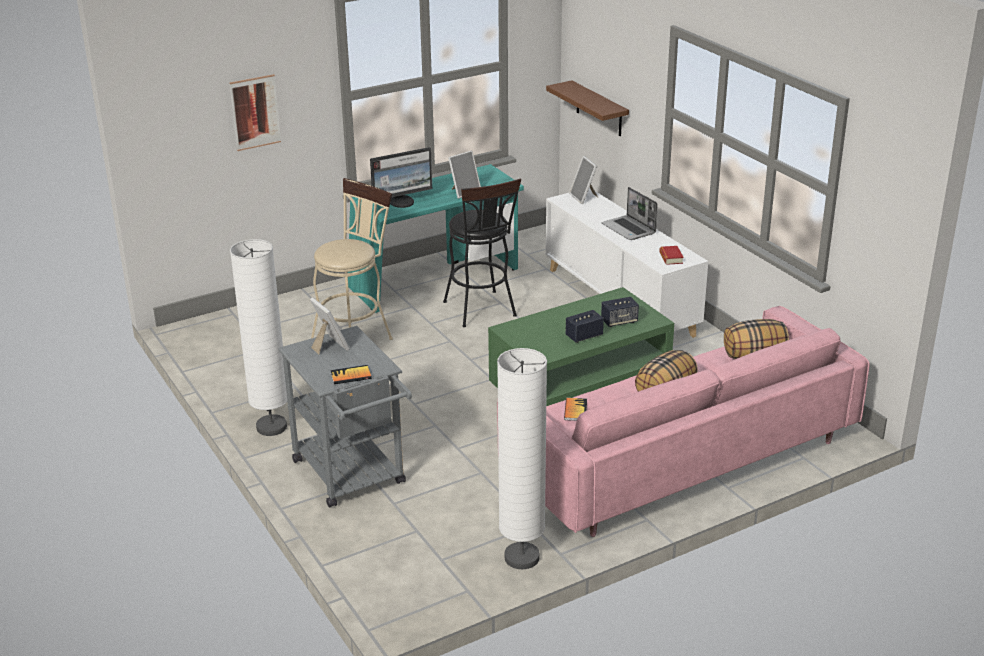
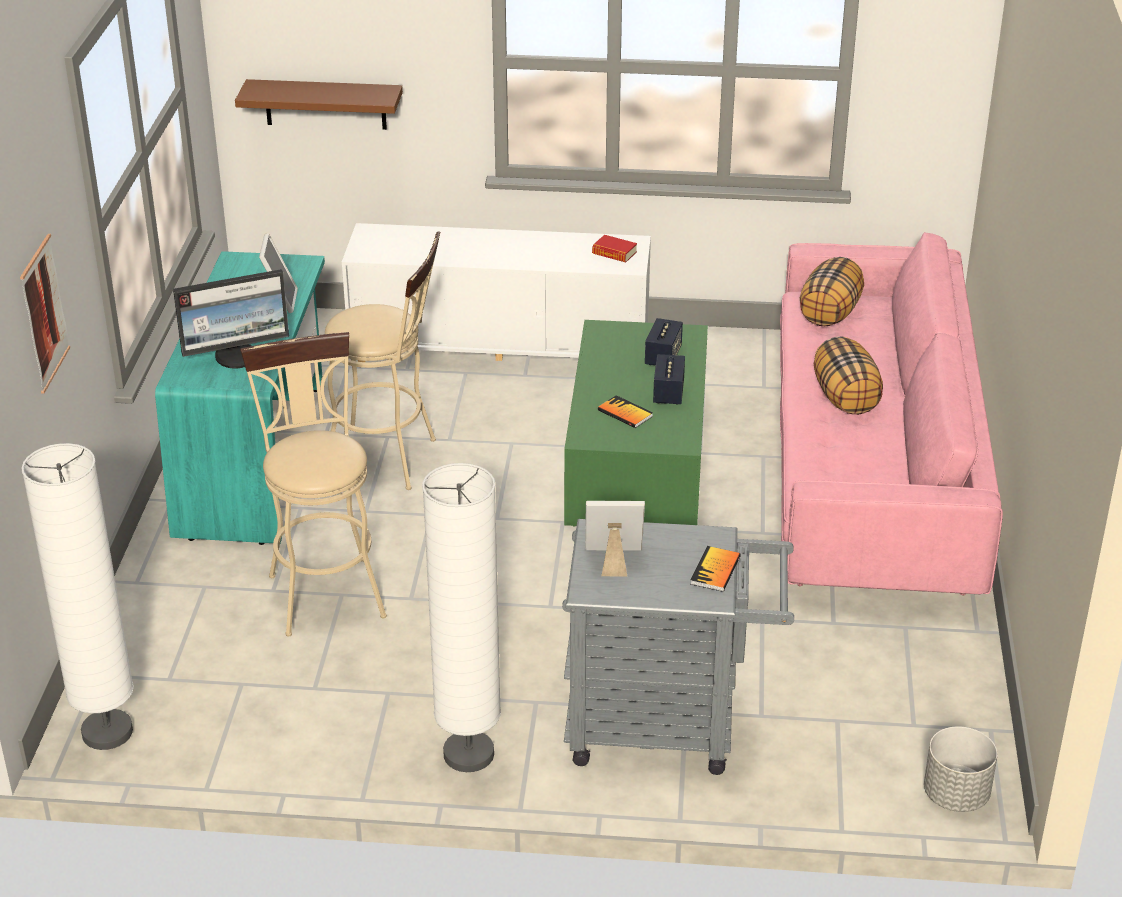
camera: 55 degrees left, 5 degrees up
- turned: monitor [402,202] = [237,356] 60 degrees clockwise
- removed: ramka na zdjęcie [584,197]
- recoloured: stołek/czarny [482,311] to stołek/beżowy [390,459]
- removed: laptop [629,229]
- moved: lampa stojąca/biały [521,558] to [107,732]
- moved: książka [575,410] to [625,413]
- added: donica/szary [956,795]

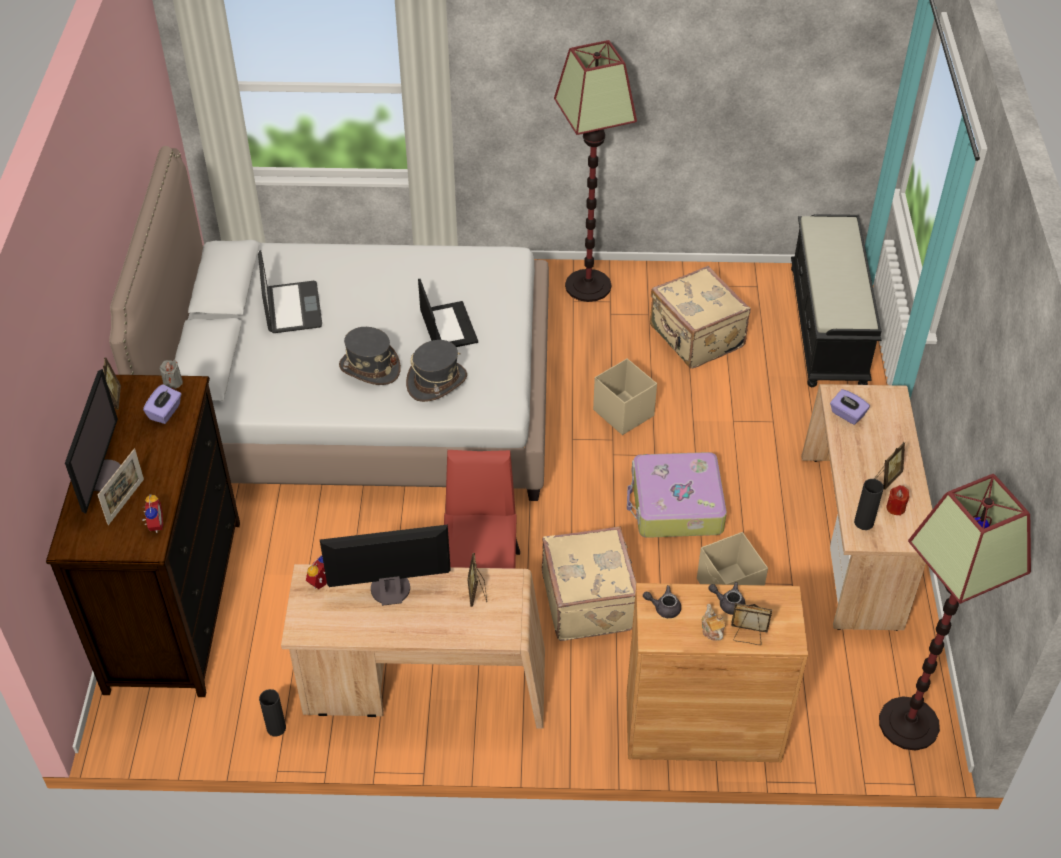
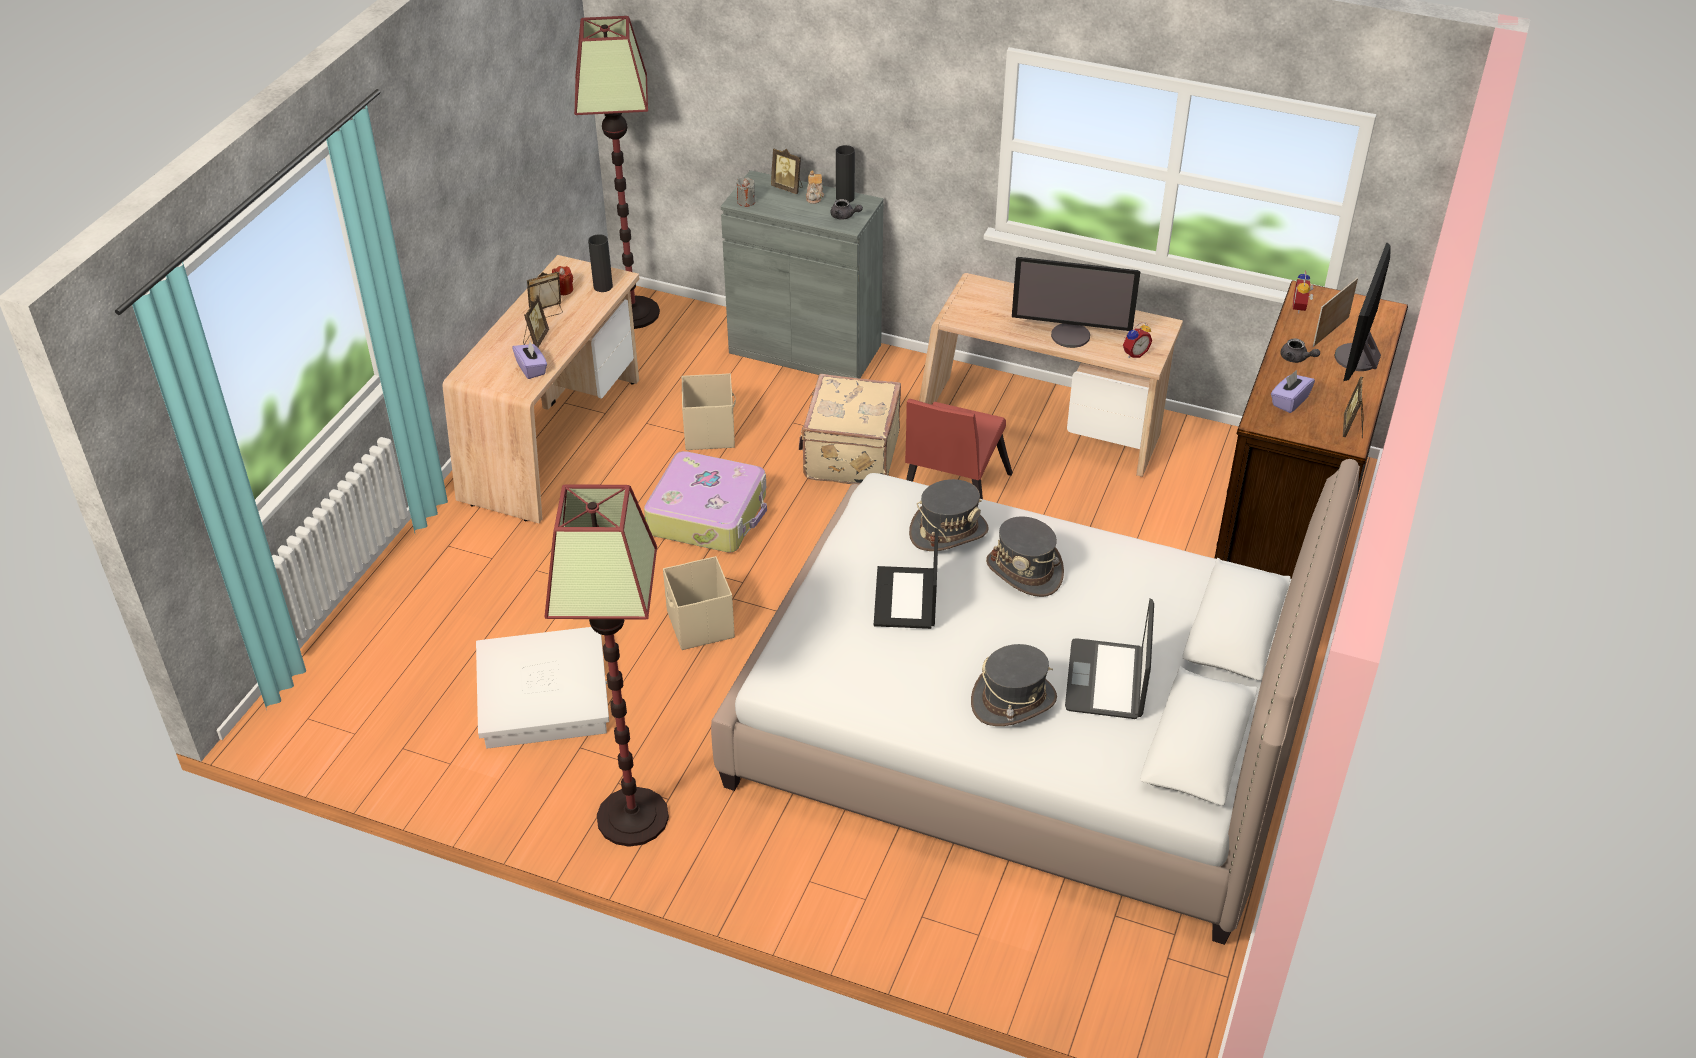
camera: 160 degrees left, 5 degrees down
- removed: ławka/czarny [829,327]
- replaced: walizka/beżowy [695,338] to pojemnik do przechowywania/biały [544,696]
- moved: świeca/szary [173,382] to [746,201]
- moved: ramka na zdjęcie [477,593] to [535,340]
- moved: imbryk/szary [728,603] to [1296,359]
- recoloured: szafka/brązowy [702,727] to szafka/szary [805,349]
- moved: wazon/czarny [276,728] to [845,198]
- added: kapelusz/szary [1013,701]

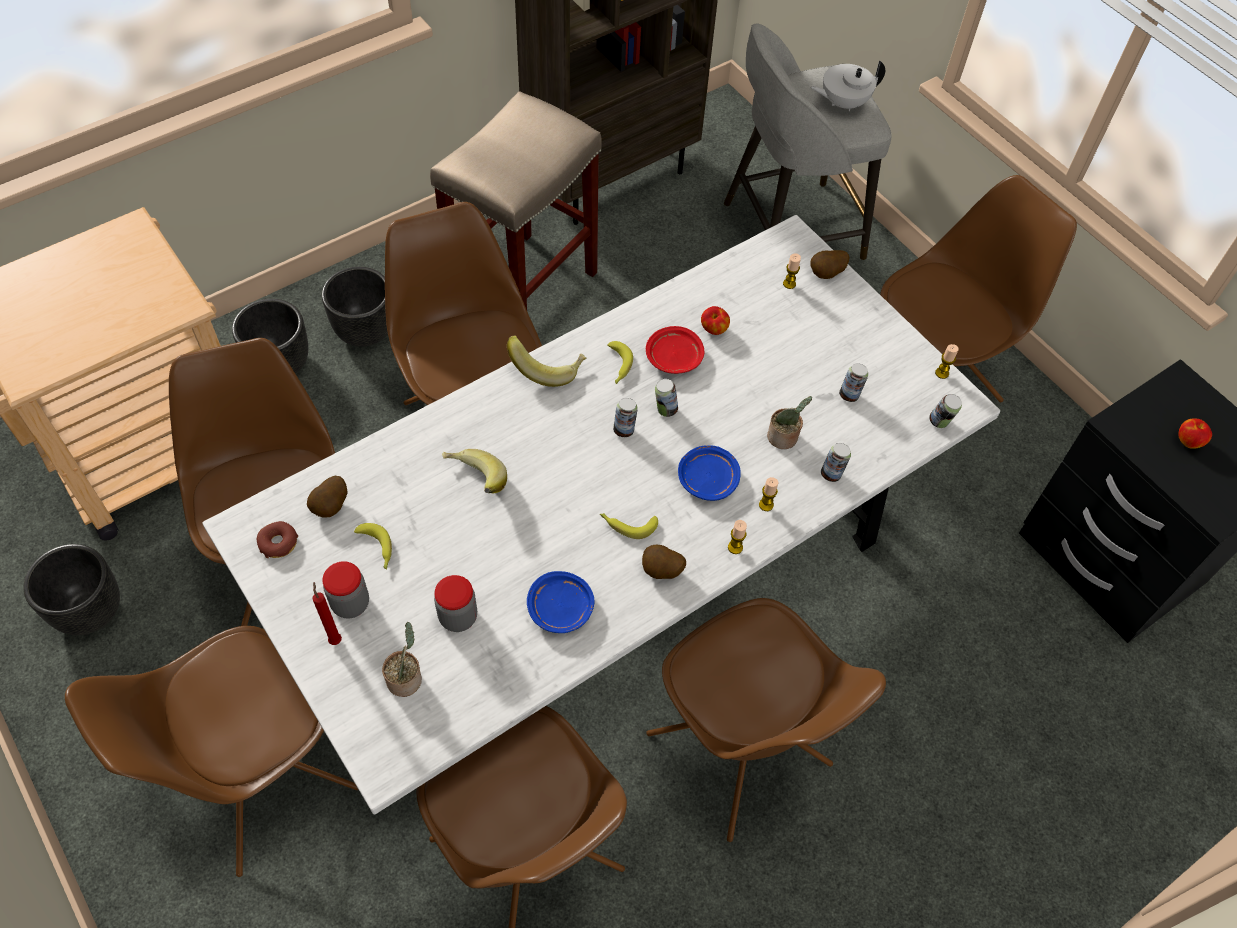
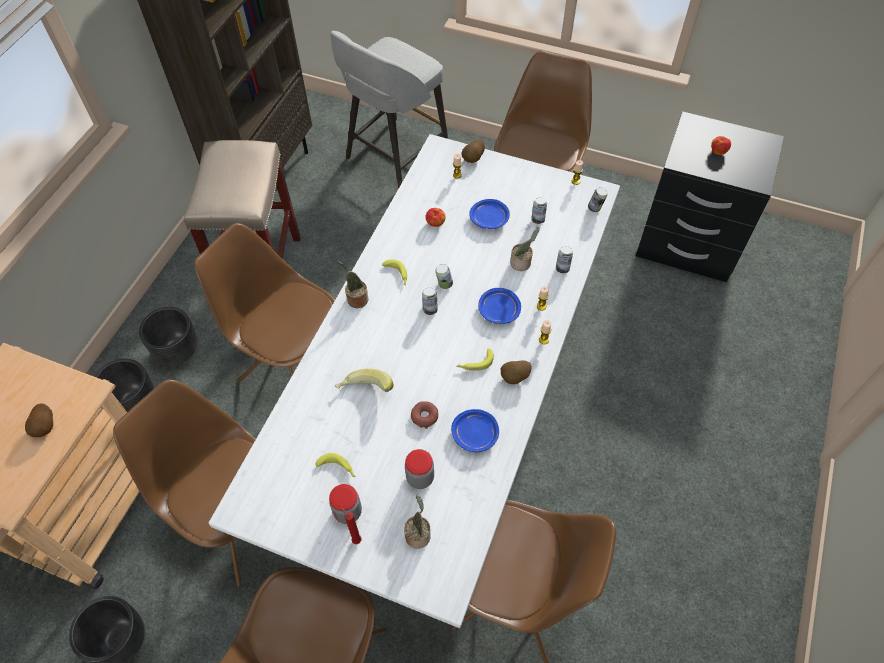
camera: 30 degrees left, 0 degrees up
- removed: imbryk/biały [843,103]
- removed: talerz/czerwony [674,358]
- replaced: banan [547,368] to roślina doniczkowa [356,299]
- moved: ziemniak [331,507] to [46,427]
- moved: donut [278,543] to [424,416]
- removed: krzesło/brązowy [740,752]
- added: talerz/niebieski [489,219]

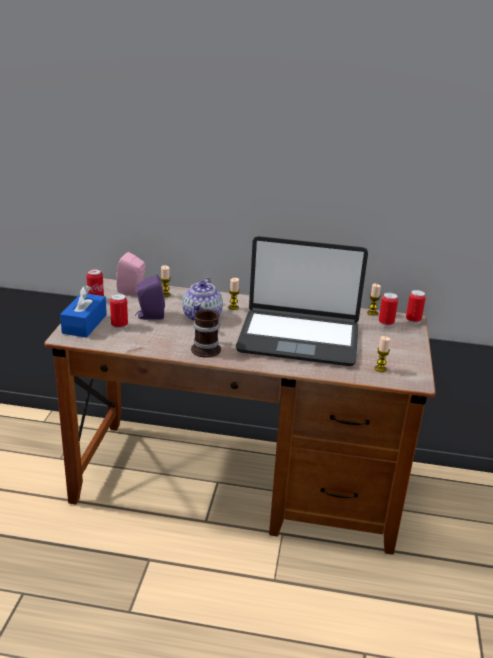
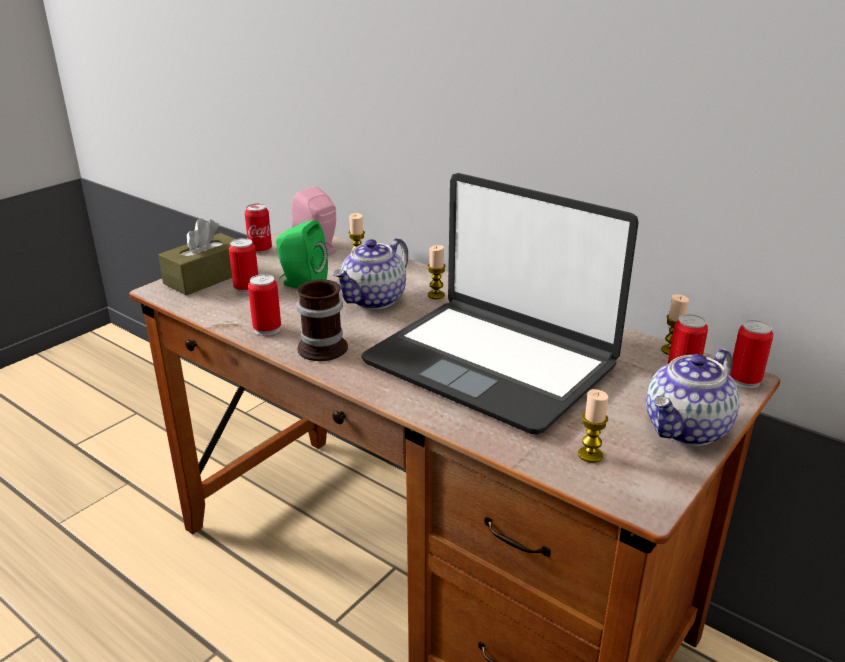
camera: 30 degrees right, 0 degrees up
- recoloured: głośnik/fioletowy [149,316] to głośnik/zielony [301,284]
- recoloured: pudełko chusteczek/niebieski [84,324] to pudełko chusteczek/brązowy [206,278]
- added: puszka [267,329]
- added: imbryk [687,429]

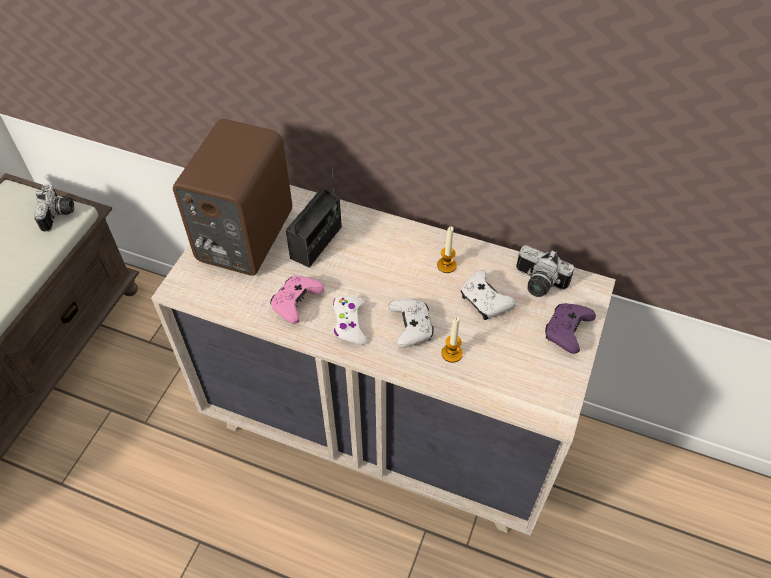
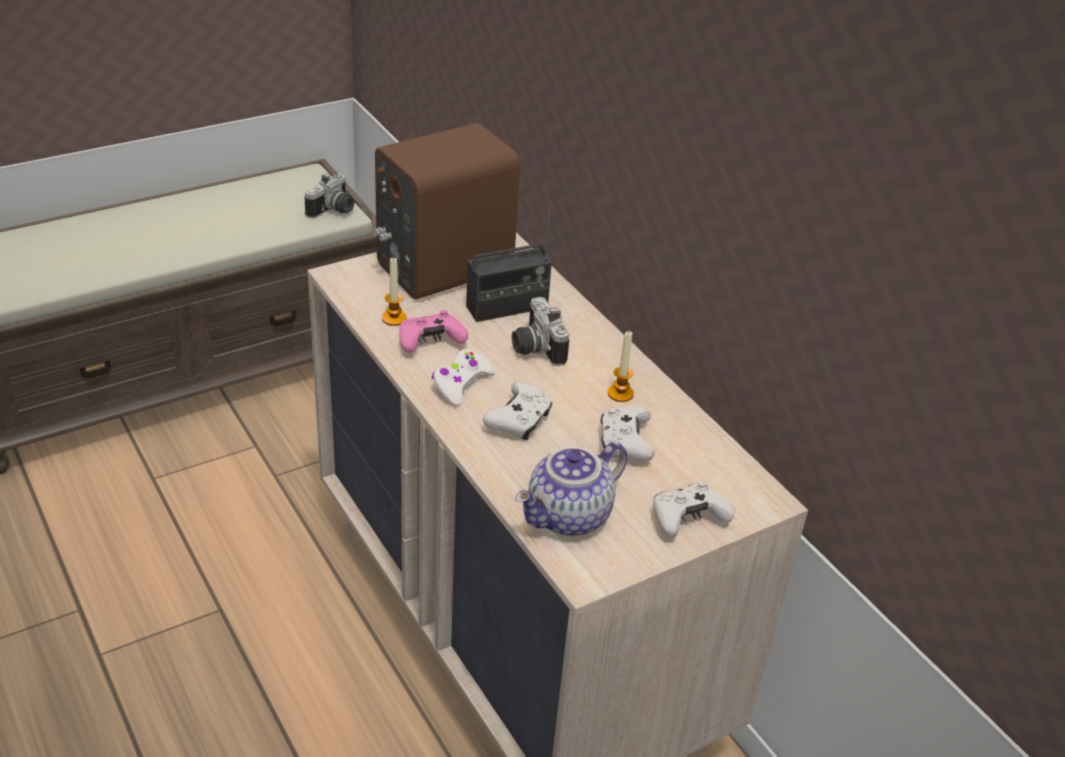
camera: 35 degrees right, 15 degrees down
- moved: aparat fotograficzny [537,284] to [534,348]
- recoloured: pad do gier/fioletowy [566,331] to pad do gier/biały [687,519]
- moved: świeca [452,353] to [394,318]
- added: imbryk [569,518]

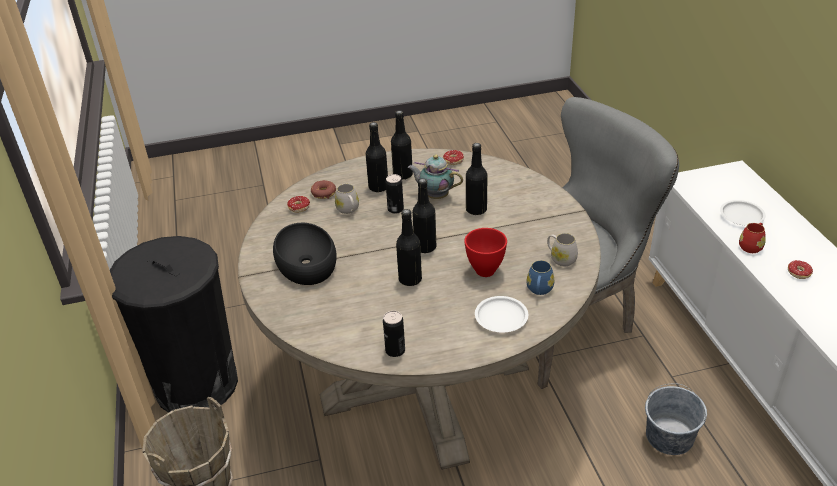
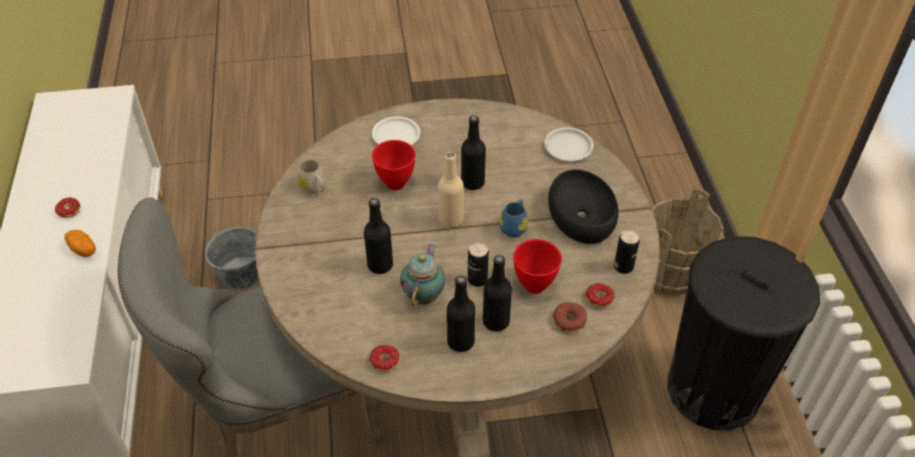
camera: 175 degrees left, 10 degrees up
- turned: imbryk [435,196] = [424,295] 105 degrees counterclockwise
- recoloured: butelka/czarny [425,247] to butelka/beżowy [451,219]
- replaced: kubek/biały [348,210] to miska/czerwony [535,286]
- moved: talerz/biały [741,215] to [568,147]
- replaced: kubek/czerwony [751,246] to ziemniak [83,249]
- moved: kubek/niebieski [539,290] to [514,226]
- moved: puszka [395,350] to [623,266]

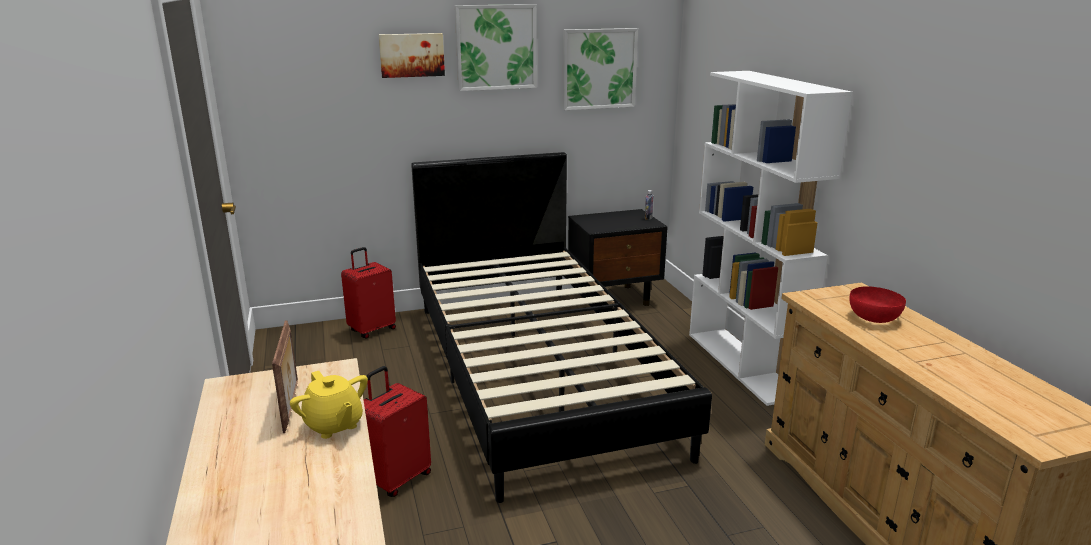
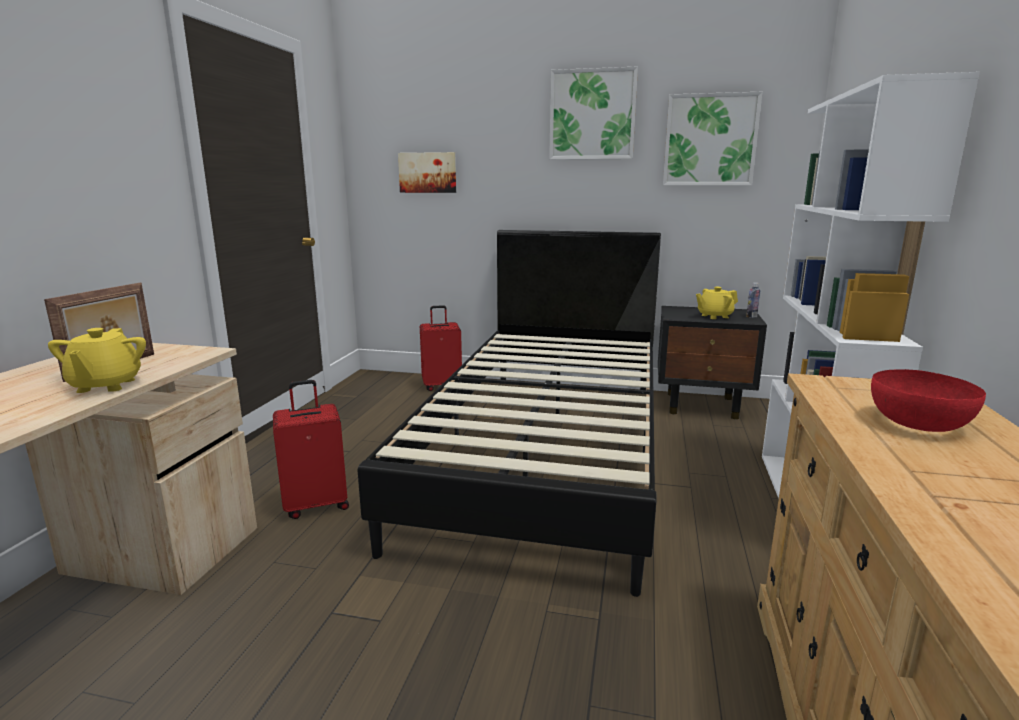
camera: 30 degrees right, 5 degrees down
- moved: obraz [411,55] to [428,172]
- added: imbryk/żółty [714,316]

